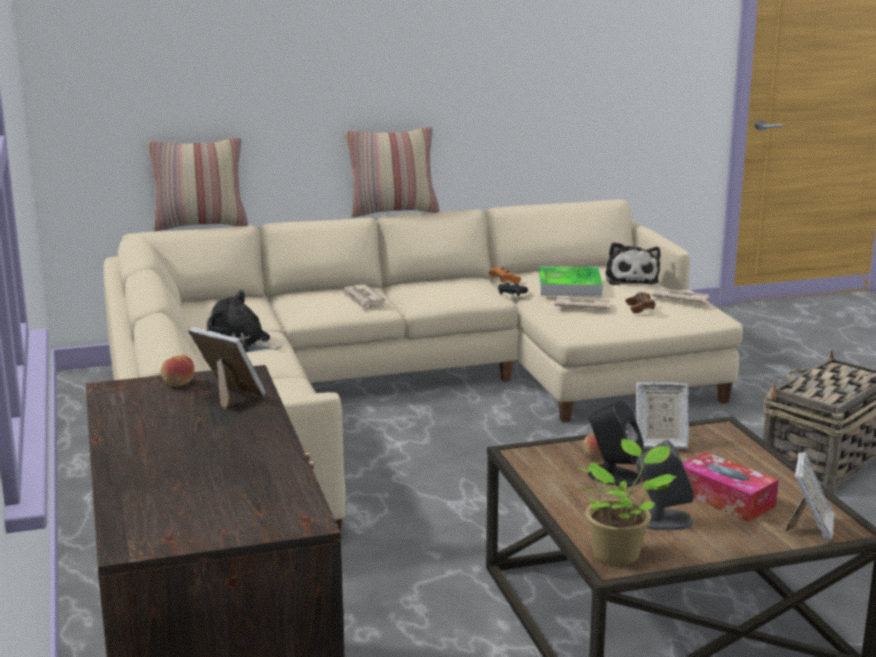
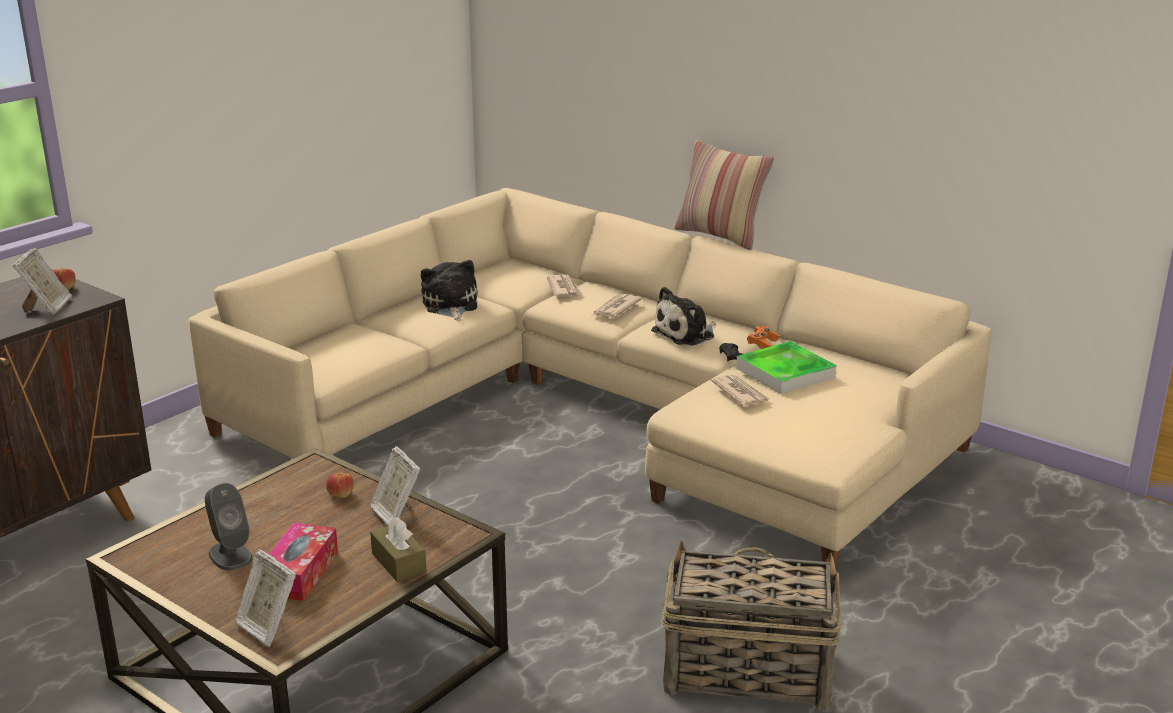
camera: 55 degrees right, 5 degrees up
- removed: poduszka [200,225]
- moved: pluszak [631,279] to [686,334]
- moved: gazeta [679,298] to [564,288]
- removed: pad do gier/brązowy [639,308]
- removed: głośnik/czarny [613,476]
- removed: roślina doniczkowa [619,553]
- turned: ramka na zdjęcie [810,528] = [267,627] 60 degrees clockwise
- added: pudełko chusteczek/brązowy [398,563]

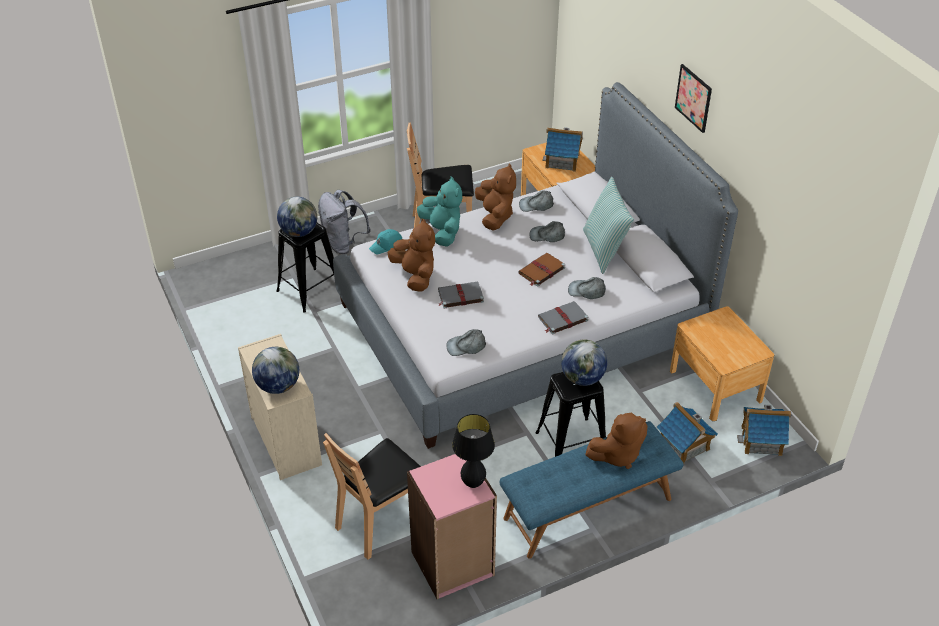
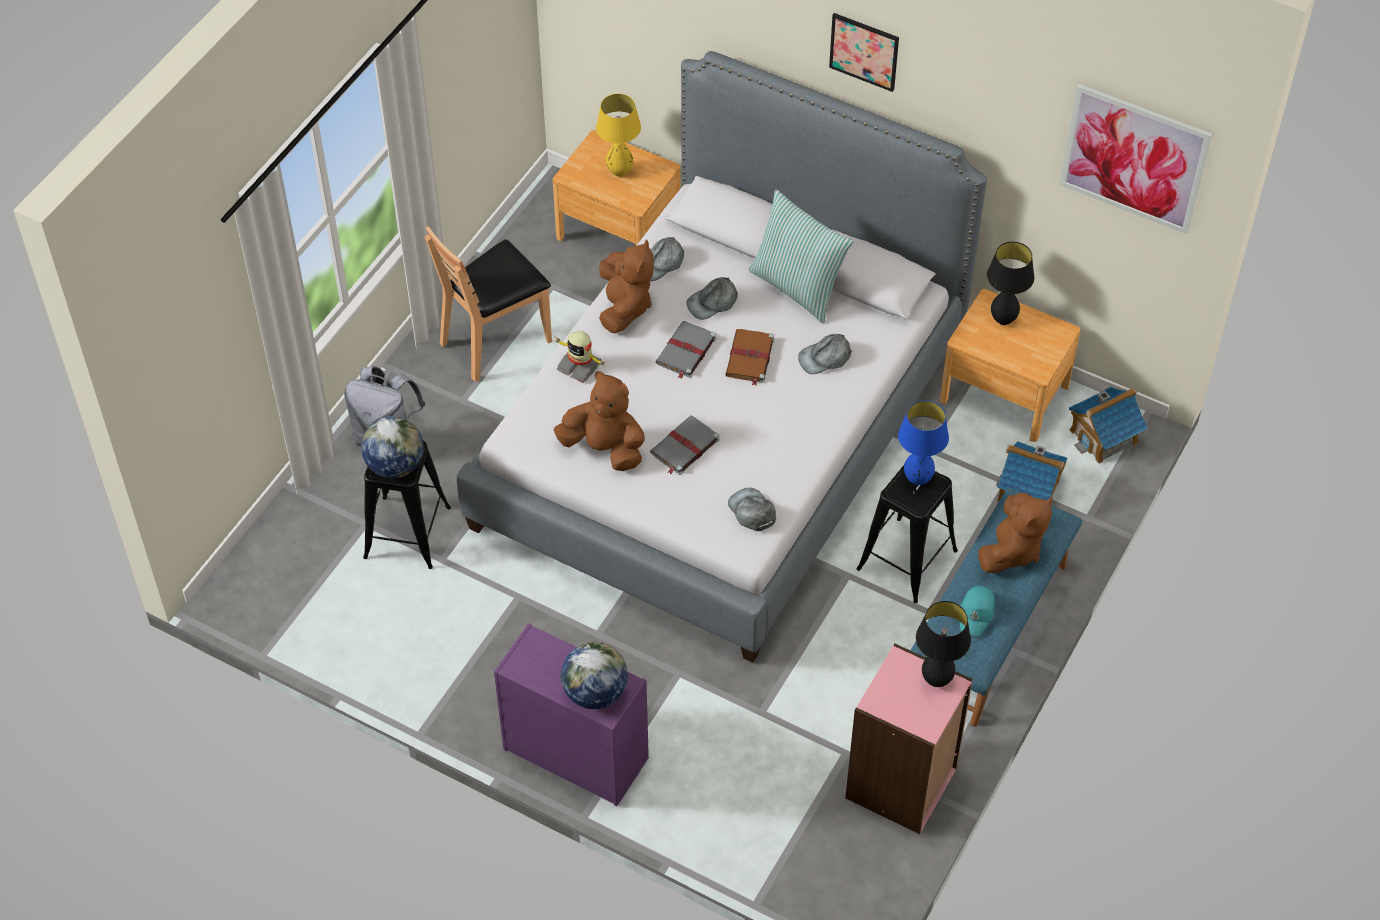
camera: 35 degrees left, 10 degrees up
- replaced: domek [562,161] to lampa stołowa/żółty [620,172]
- turned: pluszak/brązowy [495,216] = [624,307] 45 degrees clockwise
- replaced: pluszak/turkusowy [442,232] to robot zabawkowy [580,366]
- moved: czapka z daszkiem/turkusowy [386,245] to [976,613]
- moved: książka/szary [562,319] to [685,351]
- turned: czapka z daszkiem/szary [466,346] = [752,511] 105 degrees clockwise
- recoloured: komoda/beżowy [285,440] to komoda/fioletowy [574,753]
- replaced: globus [582,378] to lampa stołowa/niebieski [918,479]
- removed: krzesło/brązowy [381,522]
- added: obraz [1134,158]
- added: lampa stołowa/czarny [1003,320]

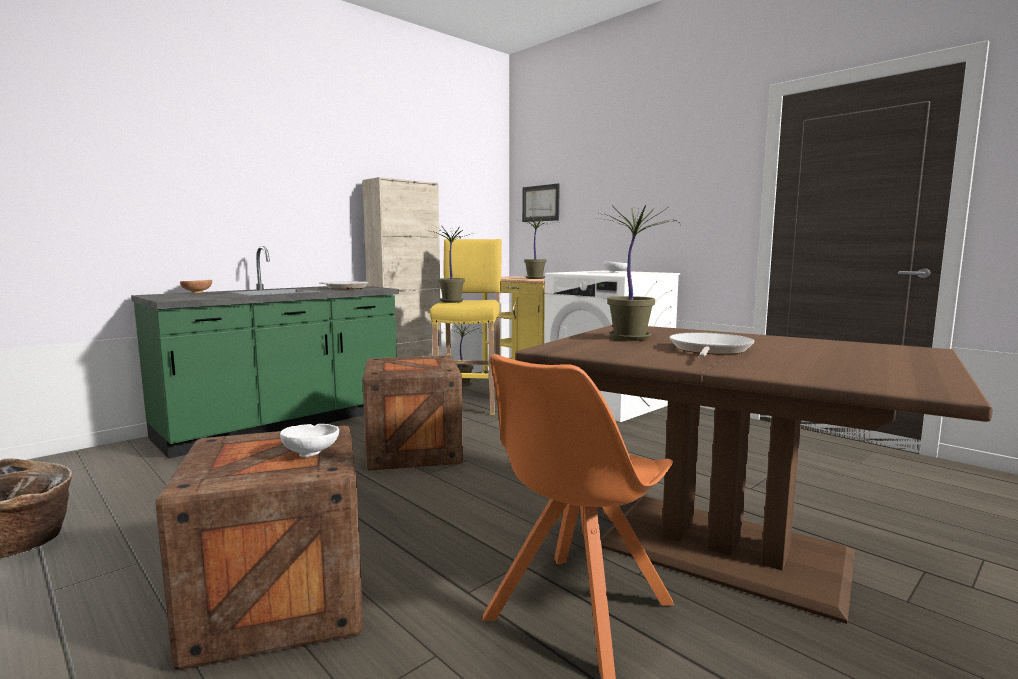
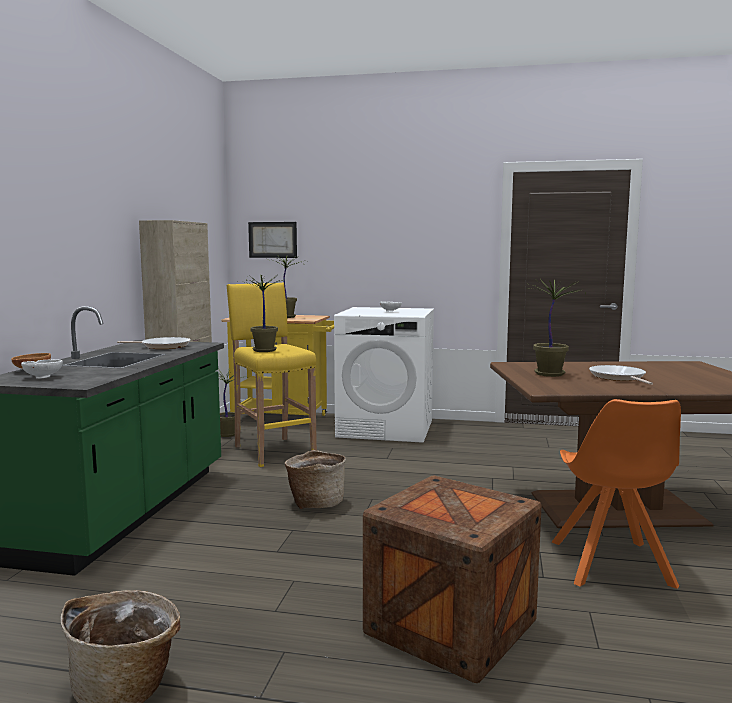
camera: 35 degrees left, 0 degrees up
- replaced: skrzynka [413,451] to koszyk [315,503]
- moved: miska/biały [312,453] to [43,377]

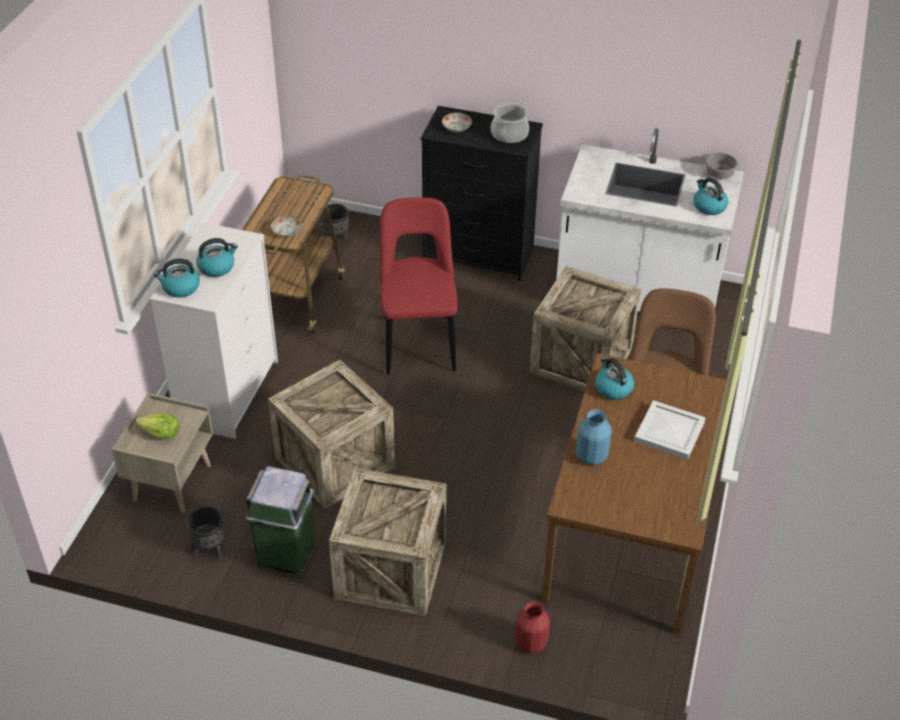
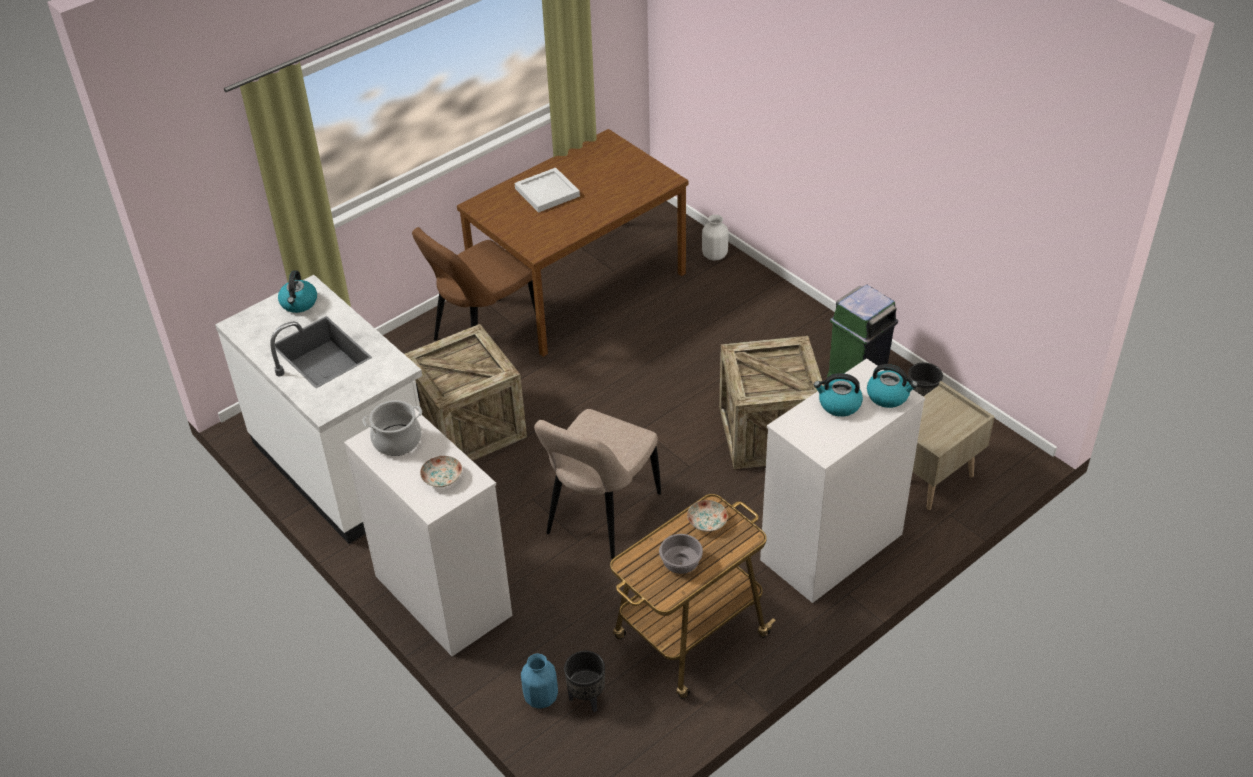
camera: 145 degrees left, 0 degrees up
- recoloured: komoda/czarny [479,254] to komoda/biały [442,595]
- moved: miska/szary [720,174] to [679,563]
- recoloured: krzesło/czerwony [418,341] to krzesło/beżowy [600,517]
- removed: czajnik [613,388]
- moved: wazon/niebieski [592,456] to [540,697]
- removed: sałata [160,434]
- removed: skrzynka [391,570]
- recoloured: wazon/czerwony [530,643] to wazon/biały [715,255]

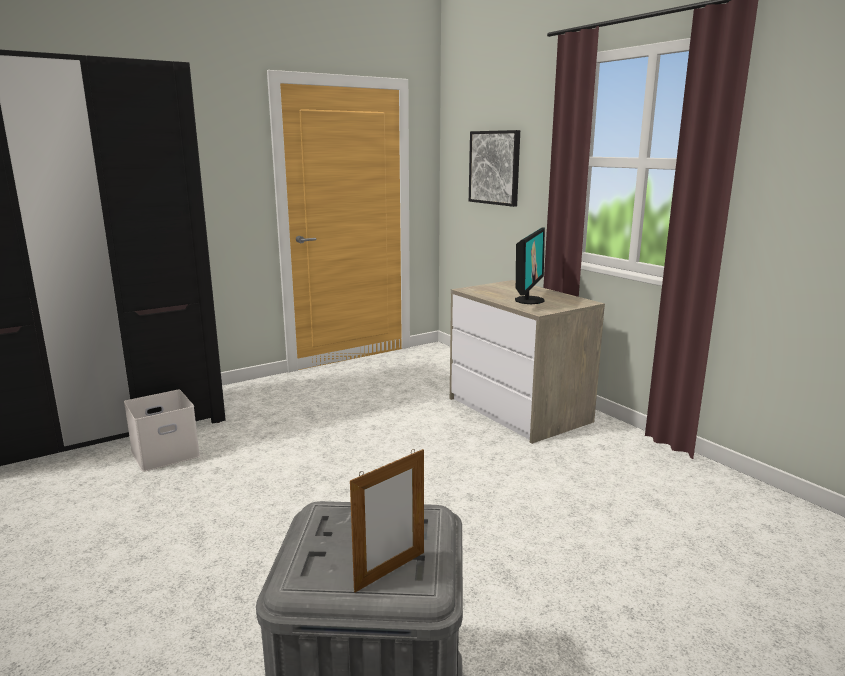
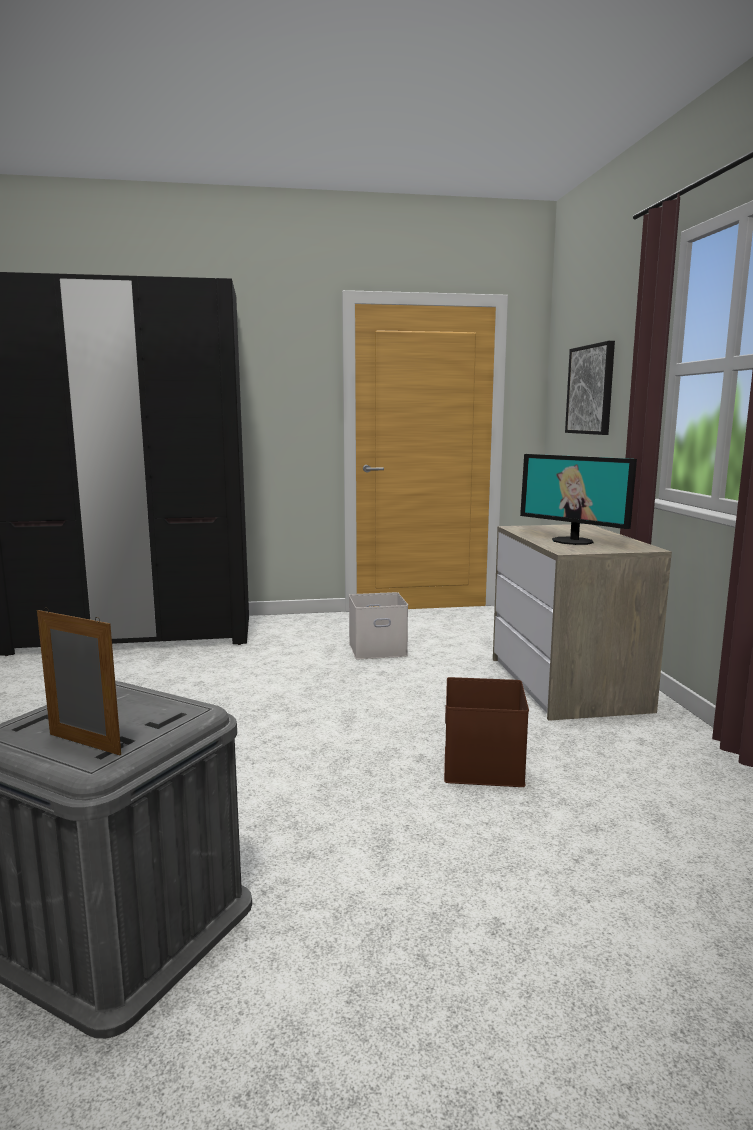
camera: 25 degrees right, 5 degrees down
- turned: monitor [528,300] = [573,541] 90 degrees clockwise
- moved: pojemnik do przechowywania/biały [166,452] to [378,649]
- turned: ramka na zdjęcie [390,571] = [84,744] 135 degrees counterclockwise
- added: pojemnik do przechowywania/brązowy [484,766]

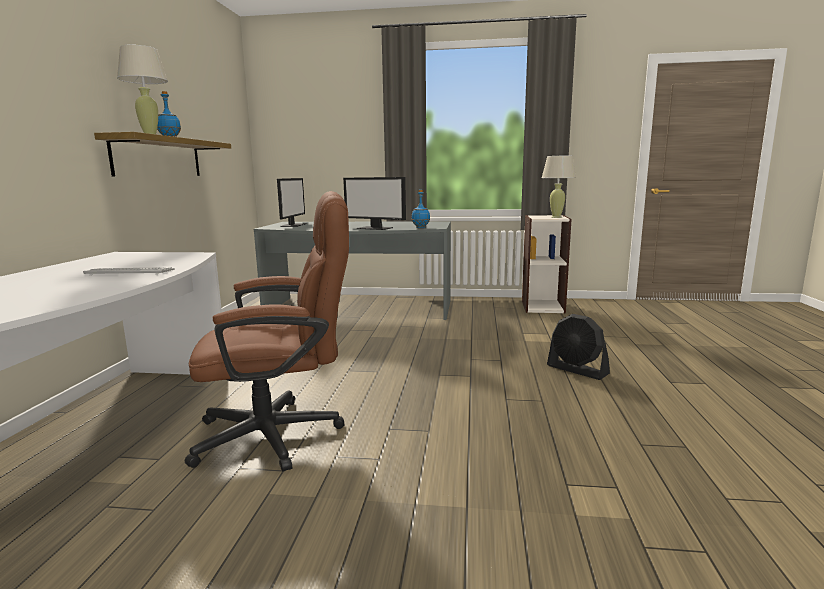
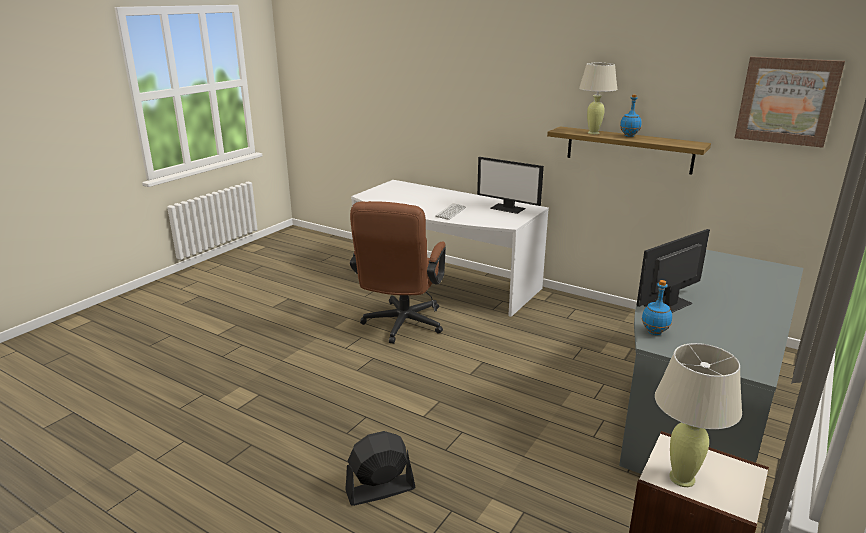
camera: 115 degrees right, 10 degrees up
- moved: monitor [293,225] to [508,208]
- added: obraz [787,101]

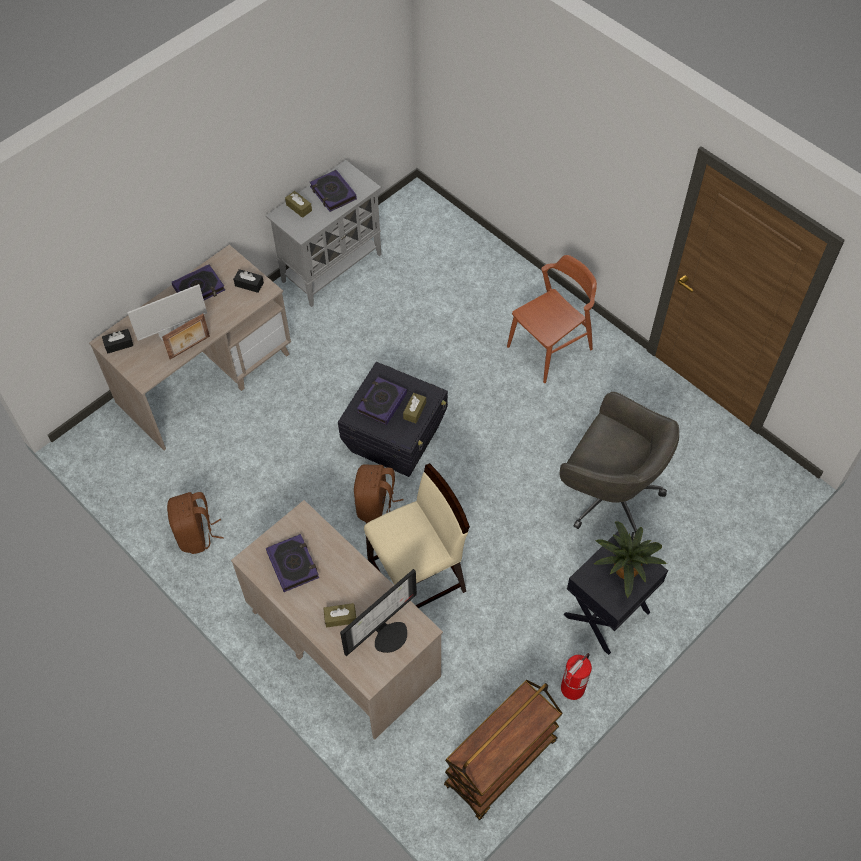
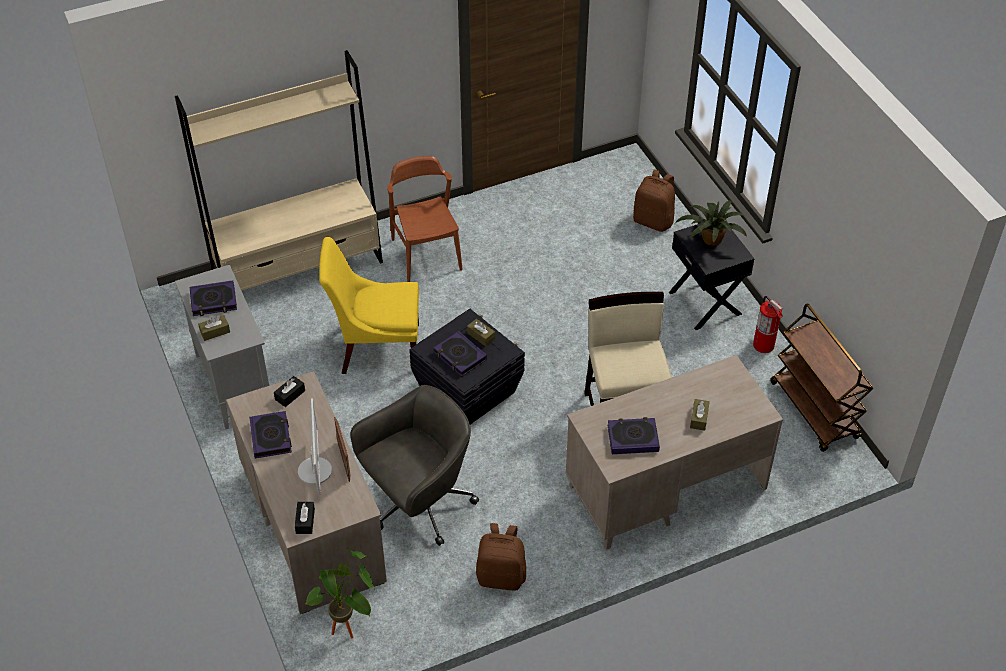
camera: 70 degrees left, 10 degrees down
- moved: krzesło biurowe/szary [608,494] to [419,504]
- moved: plecak/brązowy [376,507] to [653,221]
- removed: monitor [388,634]
- added: regał/beżowy [298,269]
- added: krzesło/żółty [376,347]
- added: roślina doniczkowa [350,630]

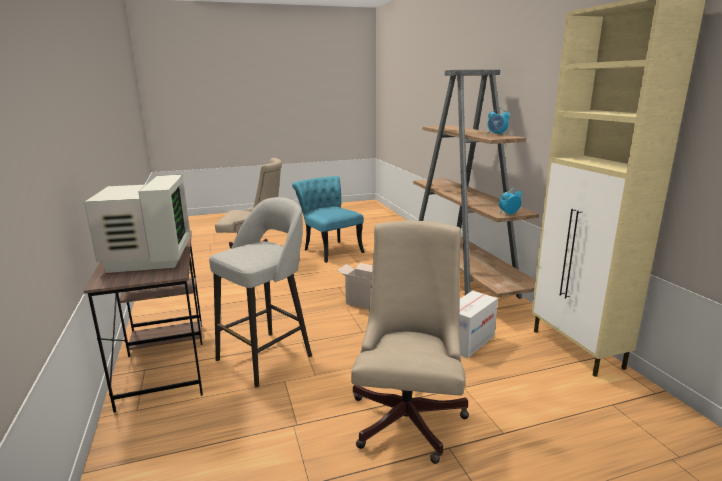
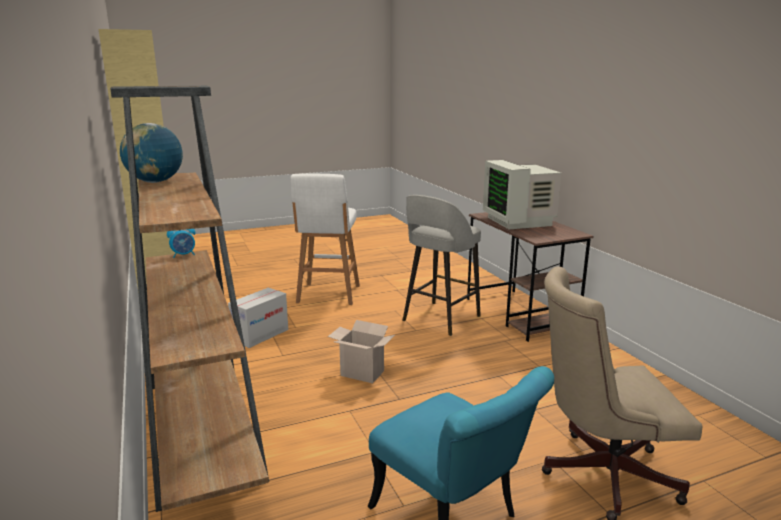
camera: 175 degrees right, 0 degrees up
- replaced: budzik [496,134] to globus [155,182]
- replaced: krzesło biurowe/beżowy [409,414] to stołek/biały [328,295]

